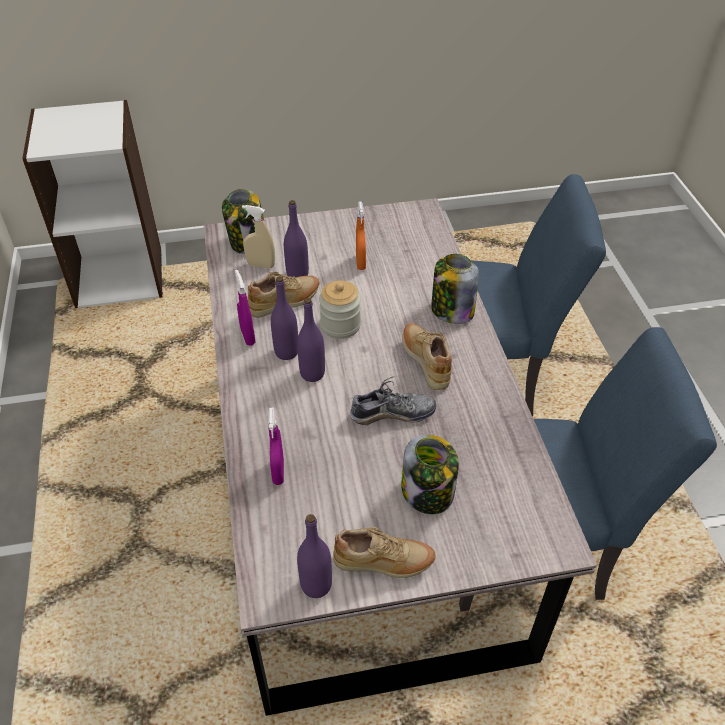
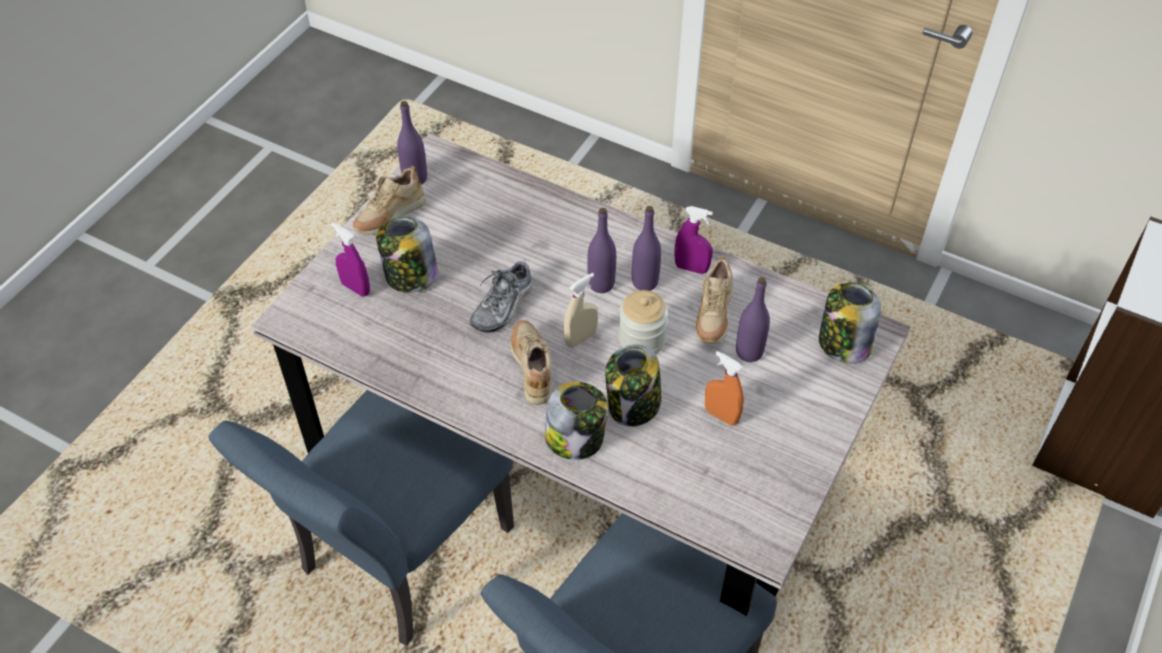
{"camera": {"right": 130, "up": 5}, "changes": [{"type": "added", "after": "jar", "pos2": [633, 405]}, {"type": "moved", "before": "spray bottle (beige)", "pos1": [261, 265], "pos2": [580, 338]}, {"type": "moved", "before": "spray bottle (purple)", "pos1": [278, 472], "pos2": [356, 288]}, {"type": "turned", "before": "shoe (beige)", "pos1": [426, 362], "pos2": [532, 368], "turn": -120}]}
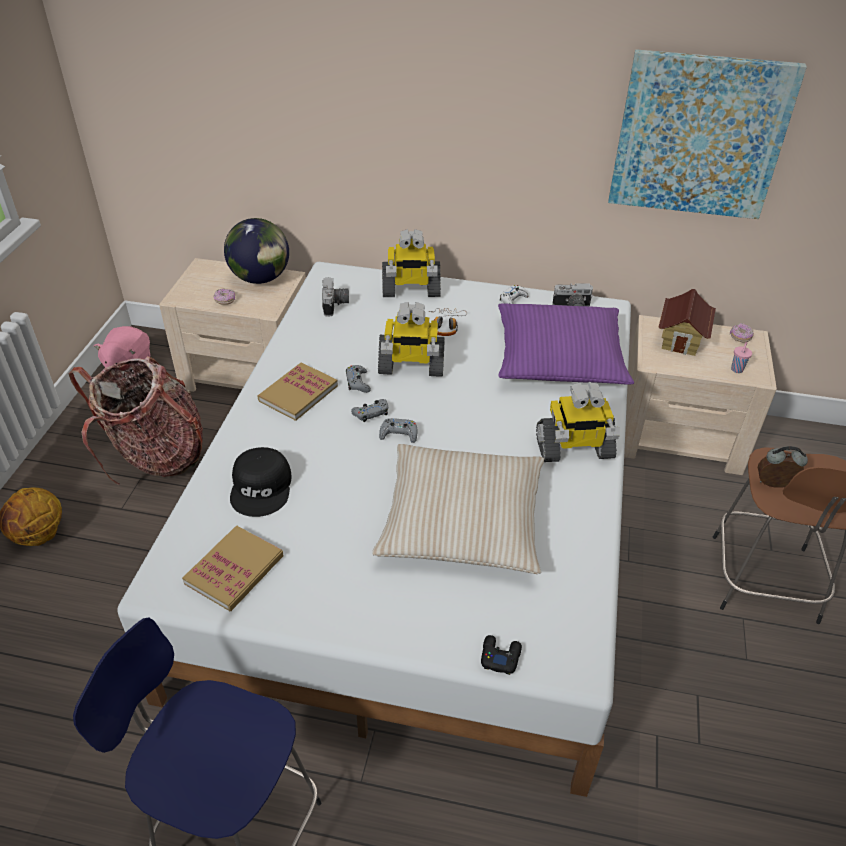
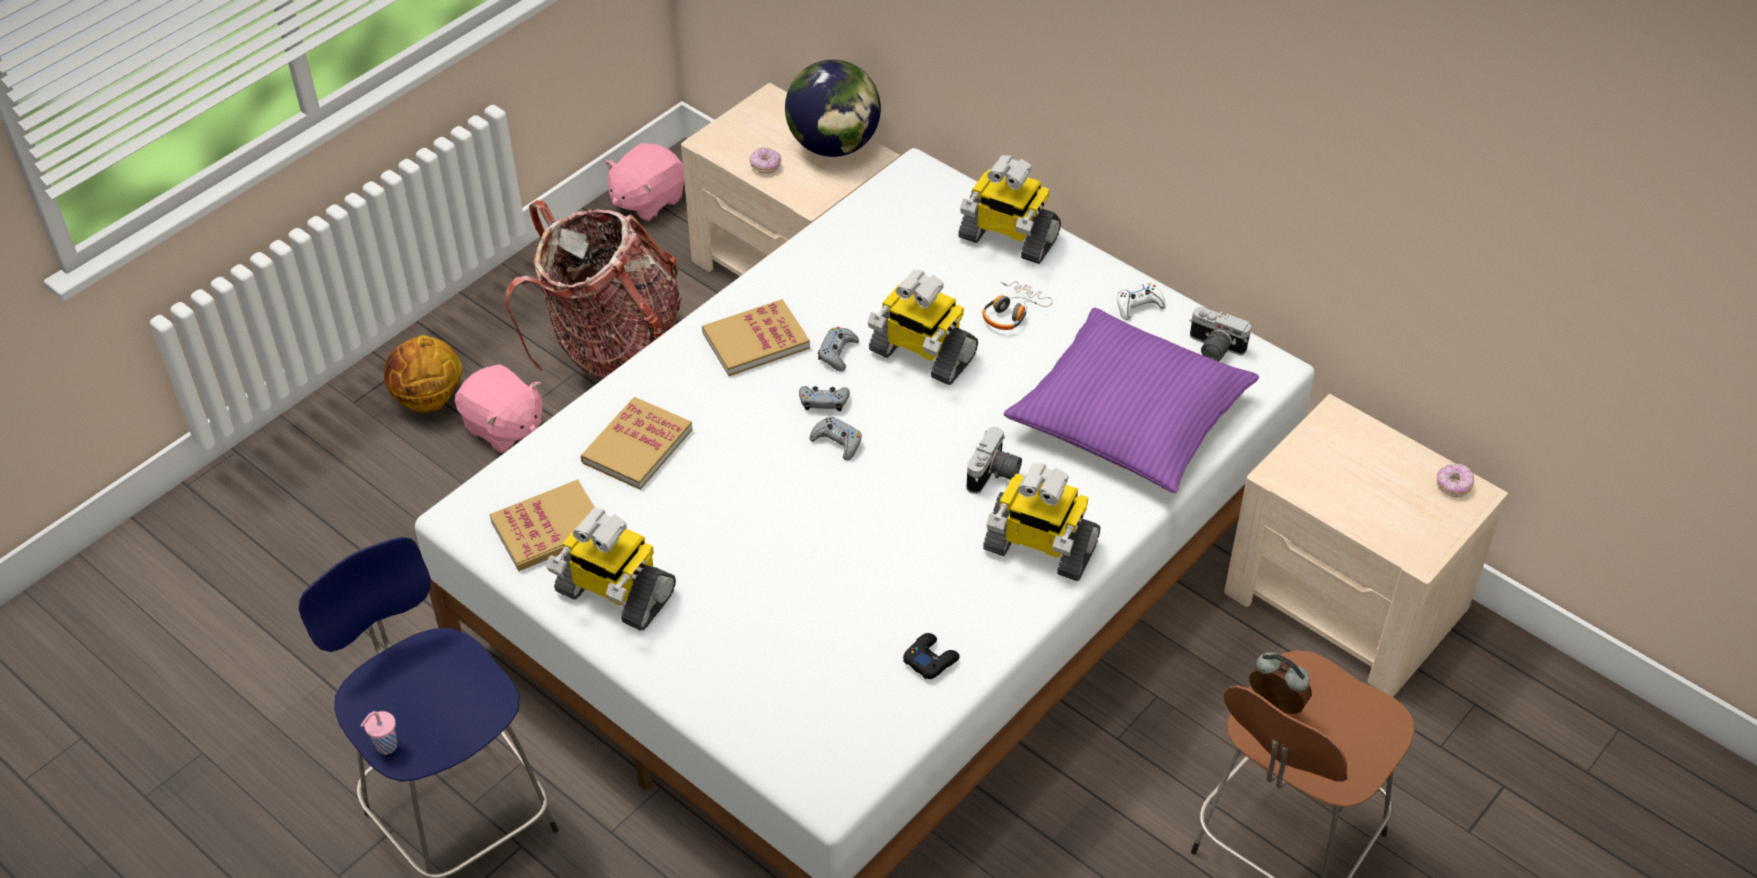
{"camera": {"right": 30, "up": 5}, "changes": [{"type": "removed", "before": "pillow (beige)", "pos1": [462, 520]}, {"type": "removed", "before": "picture", "pos1": [699, 136]}, {"type": "removed", "before": "toy house", "pos1": [681, 341]}, {"type": "added", "after": "plush toy (pink)", "pos2": [503, 427]}, {"type": "added", "after": "toy robot", "pos2": [614, 594]}, {"type": "moved", "before": "photo camera", "pos1": [336, 305], "pos2": [994, 475]}, {"type": "moved", "before": "game controller (black)", "pos1": [500, 656], "pos2": [930, 659]}, {"type": "moved", "before": "cup (pink)", "pos1": [736, 370], "pos2": [385, 747]}, {"type": "replaced", "before": "cap (black)", "after": "book", "pos1": [262, 487], "pos2": [637, 446]}]}
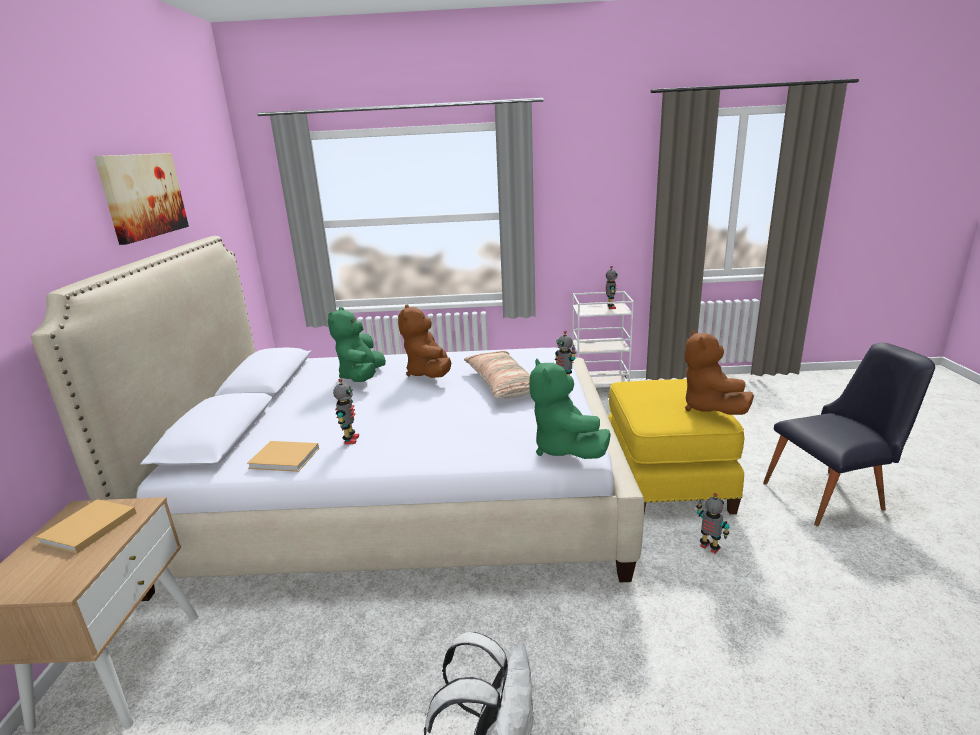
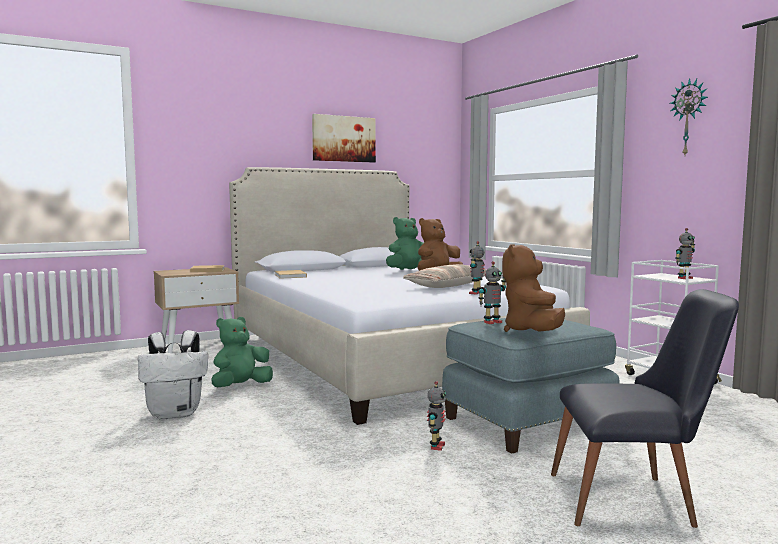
{"camera": {"right": 60, "up": -15}, "changes": [{"type": "added", "after": "wall clock", "pos2": [689, 117]}, {"type": "moved", "before": "toy robot", "pos1": [350, 440], "pos2": [492, 322]}, {"type": "moved", "before": "plush toy (green)", "pos1": [564, 449], "pos2": [240, 386]}, {"type": "recoloured", "before": "ottoman (yellow)", "after": "ottoman (blue)", "pos1": [664, 480], "pos2": [527, 421]}, {"type": "turned", "before": "plush toy (brown)", "pos1": [709, 408], "pos2": [532, 332], "turn": -45}, {"type": "turned", "before": "chair (black)", "pos1": [833, 495], "pos2": [635, 501], "turn": -45}]}
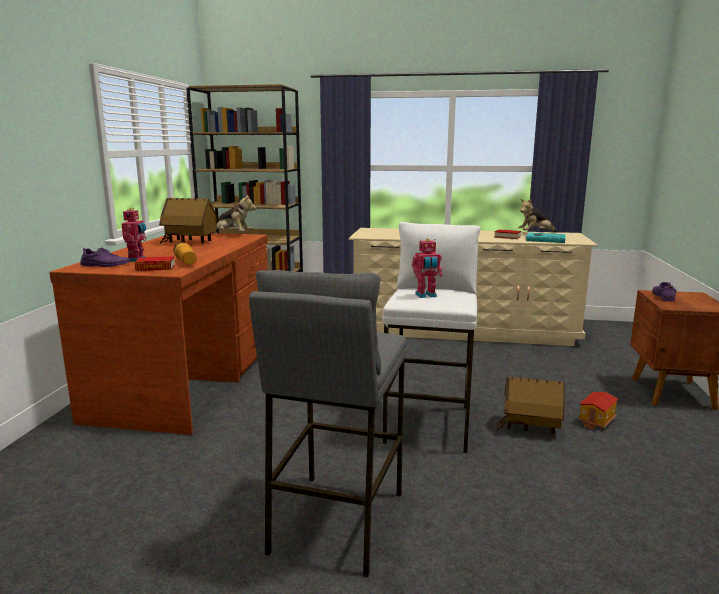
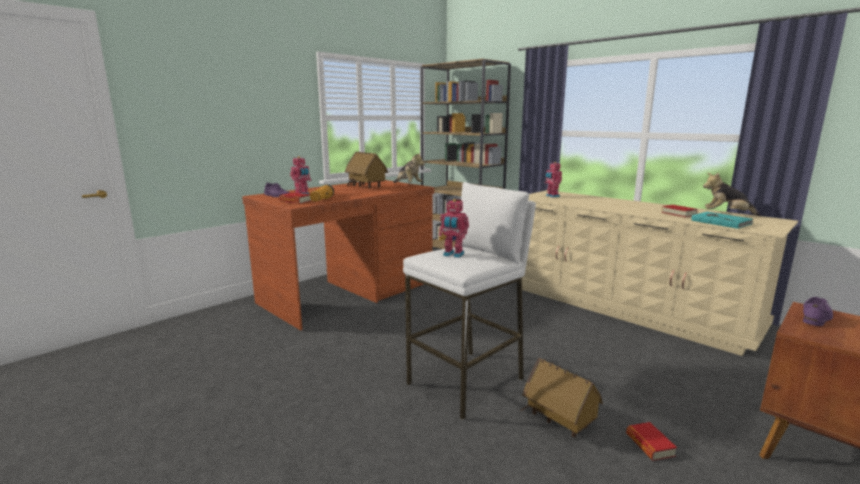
{"camera": {"right": 35, "up": 0}, "changes": [{"type": "removed", "before": "stool (grey)", "pos1": [336, 521]}, {"type": "added", "after": "toy robot", "pos2": [552, 196]}, {"type": "replaced", "before": "toy house", "after": "book", "pos1": [597, 421], "pos2": [649, 445]}]}
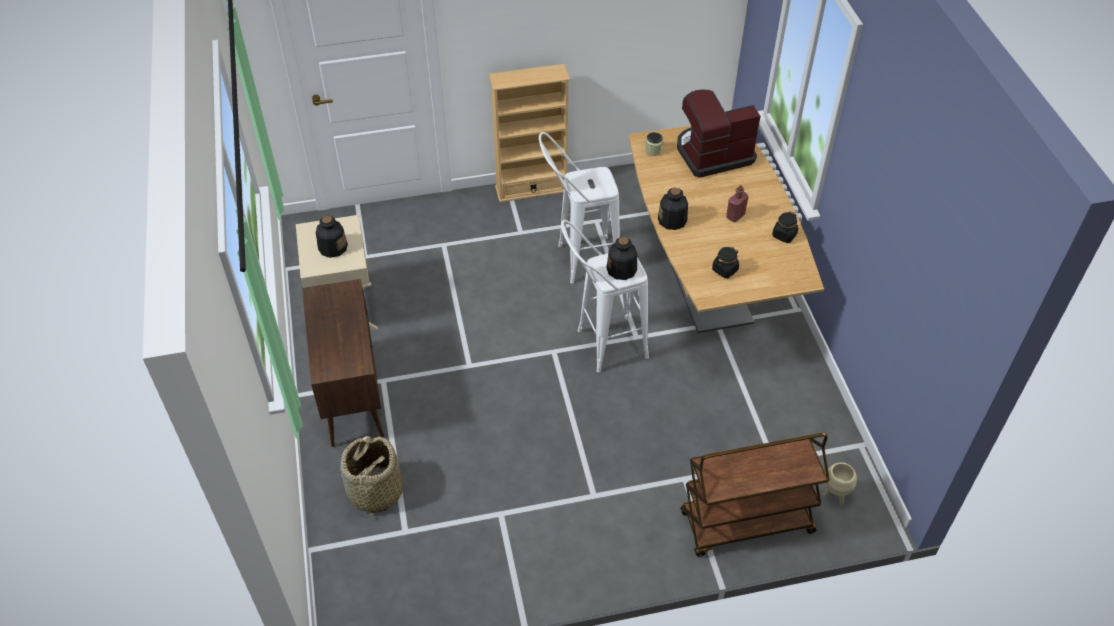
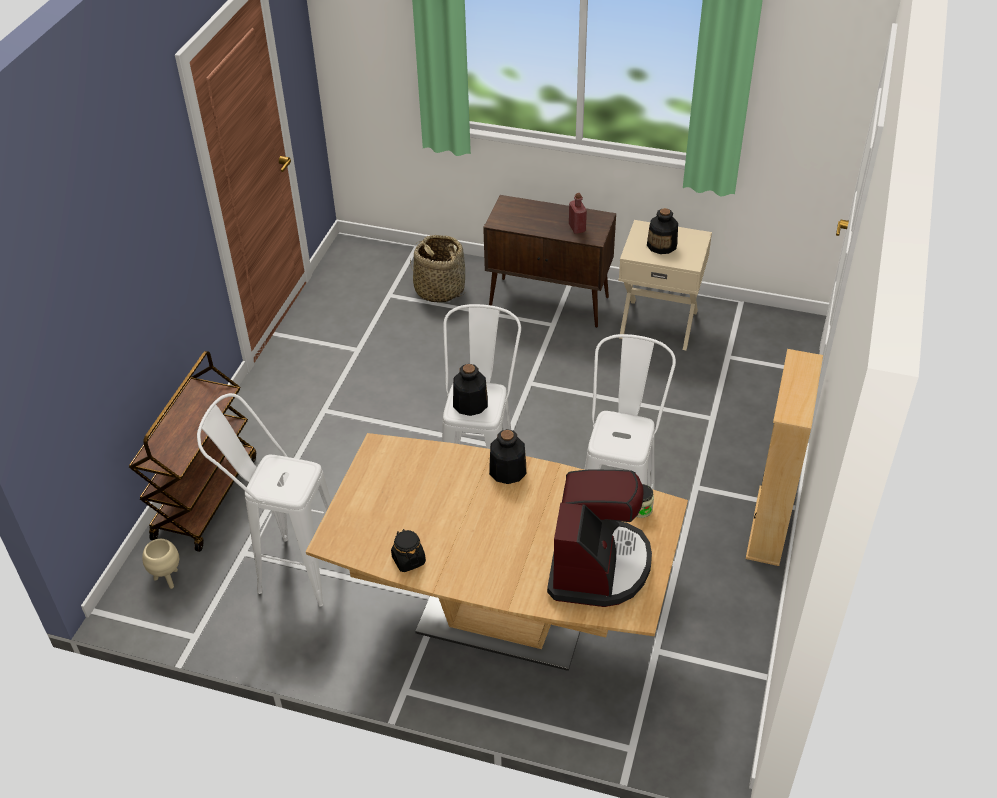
{"camera": {"right": 120, "up": -5}, "changes": [{"type": "removed", "before": "jar (black)", "pos1": [725, 270]}, {"type": "added", "after": "stool (white)", "pos2": [288, 568]}, {"type": "moved", "before": "bottle (red)", "pos1": [735, 216], "pos2": [577, 228]}]}
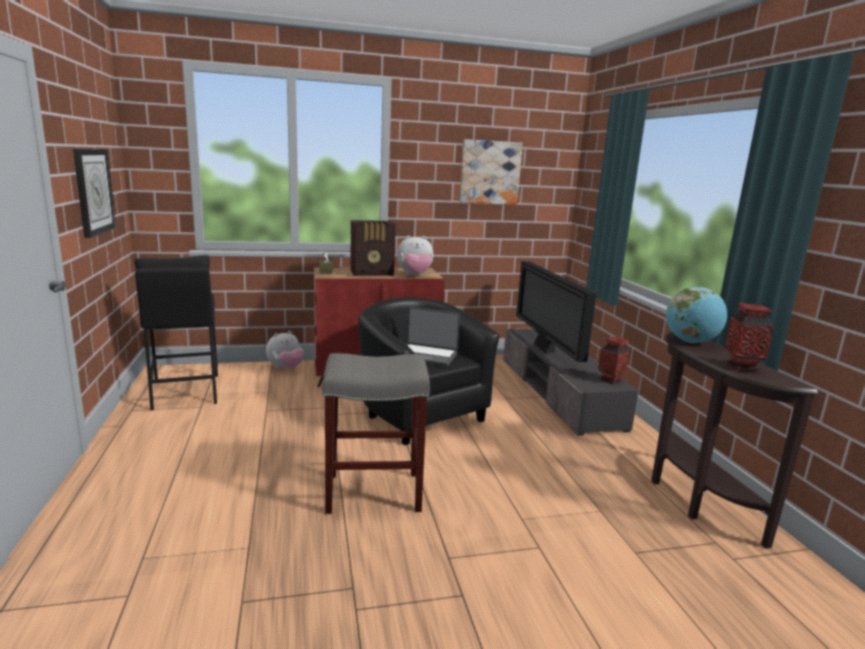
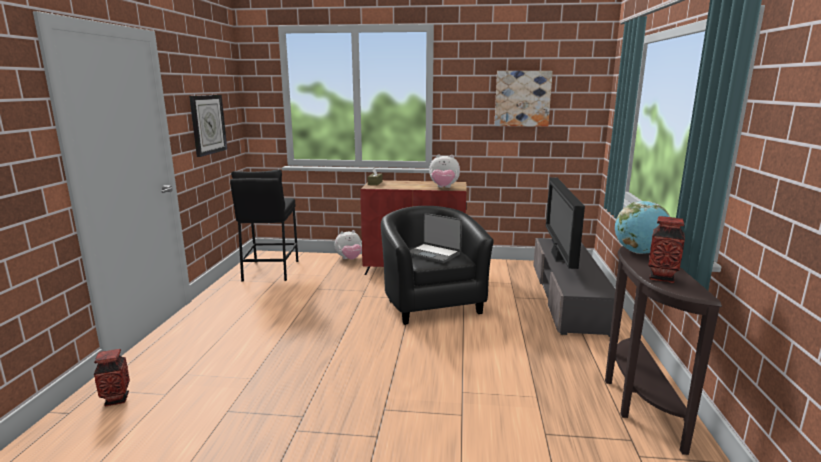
{"camera": {"right": 20, "up": 0}, "changes": [{"type": "removed", "before": "stool (grey)", "pos1": [375, 491]}, {"type": "removed", "before": "radio", "pos1": [373, 273]}, {"type": "moved", "before": "vase", "pos1": [610, 380], "pos2": [116, 399]}]}
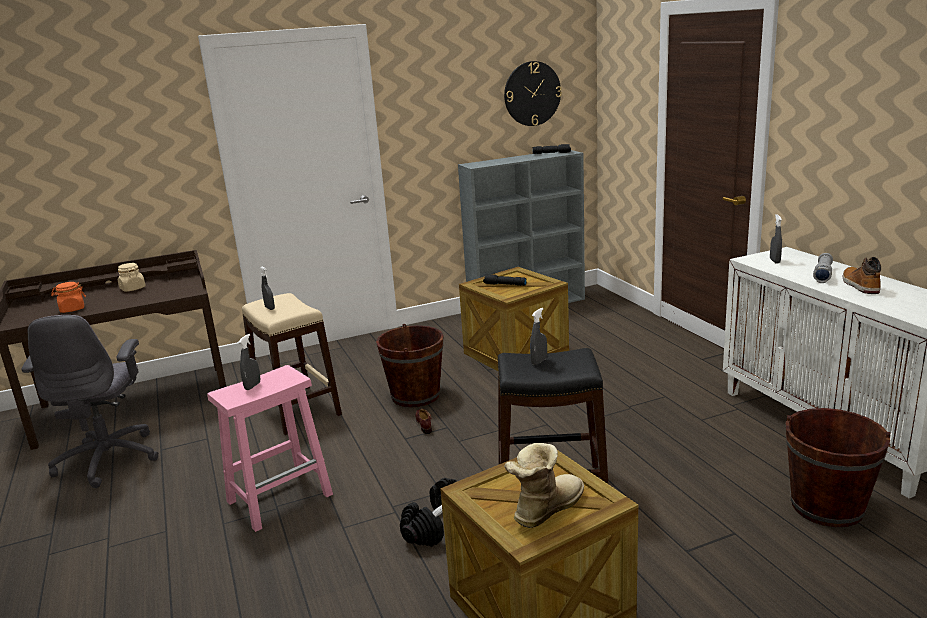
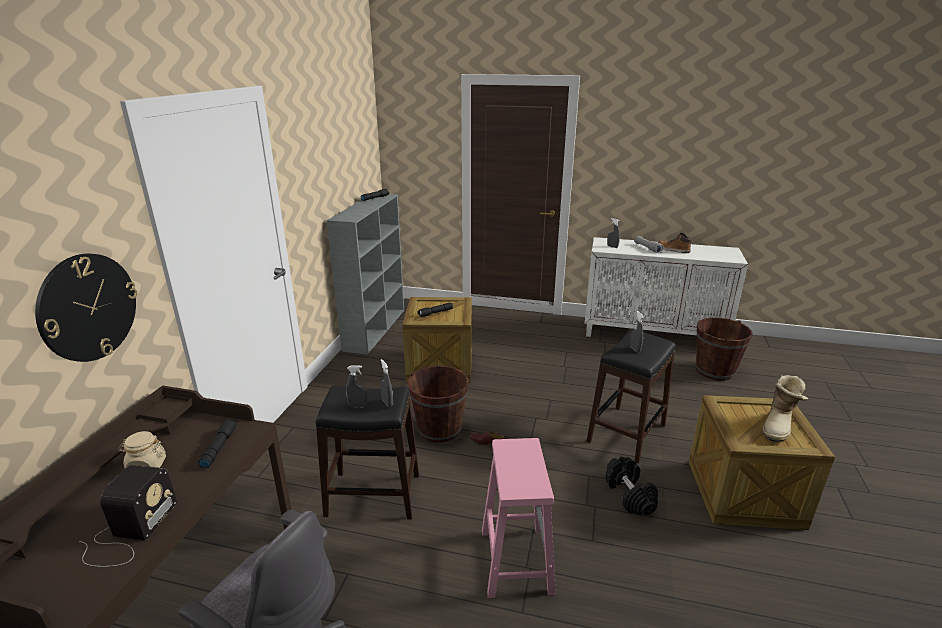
{"camera": {"right": -55, "up": 5}, "changes": [{"type": "added", "after": "flashlight (black)", "pos2": [218, 448]}, {"type": "moved", "before": "spray bottle (grey)", "pos1": [252, 386], "pos2": [387, 403]}, {"type": "moved", "before": "wall clock", "pos1": [532, 93], "pos2": [88, 307]}, {"type": "replaced", "before": "jar (orange)", "after": "radio", "pos1": [72, 309], "pos2": [129, 533]}, {"type": "recoloured", "before": "stool (beige)", "after": "stool (black)", "pos1": [297, 409], "pos2": [373, 494]}, {"type": "turned", "before": "boot", "pos1": [544, 509], "pos2": [779, 426], "turn": -135}]}
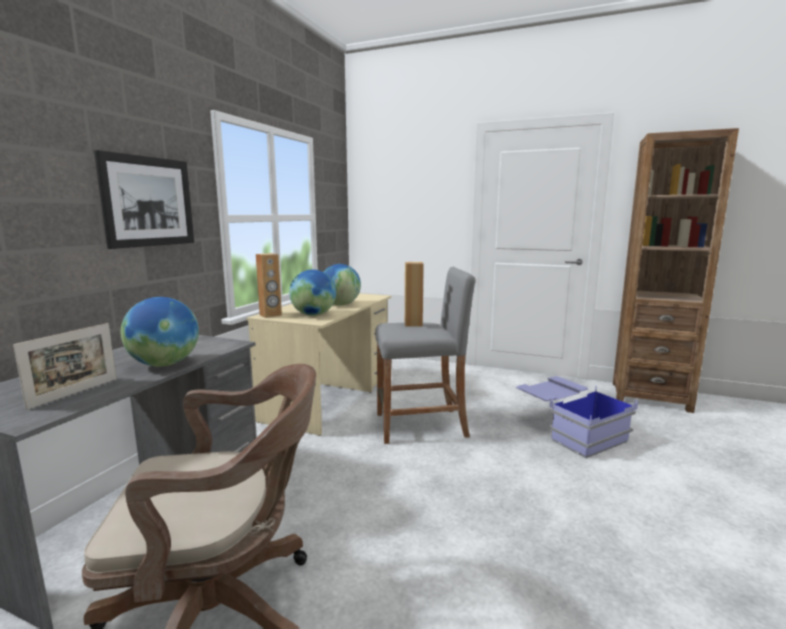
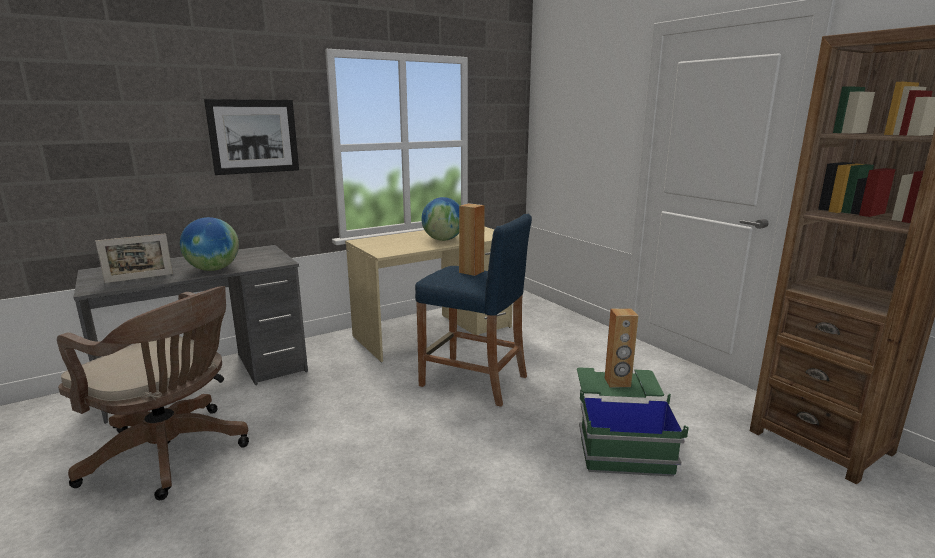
{"camera": {"right": 35, "up": 5}, "changes": [{"type": "removed", "before": "globe", "pos1": [313, 315]}, {"type": "moved", "before": "speaker (brown)", "pos1": [270, 315], "pos2": [617, 382]}, {"type": "recoloured", "before": "stool (grey)", "after": "stool (blue)", "pos1": [421, 425], "pos2": [473, 381]}, {"type": "recoloured", "before": "storage box (blue)", "after": "storage box (green)", "pos1": [569, 431], "pos2": [620, 439]}]}
